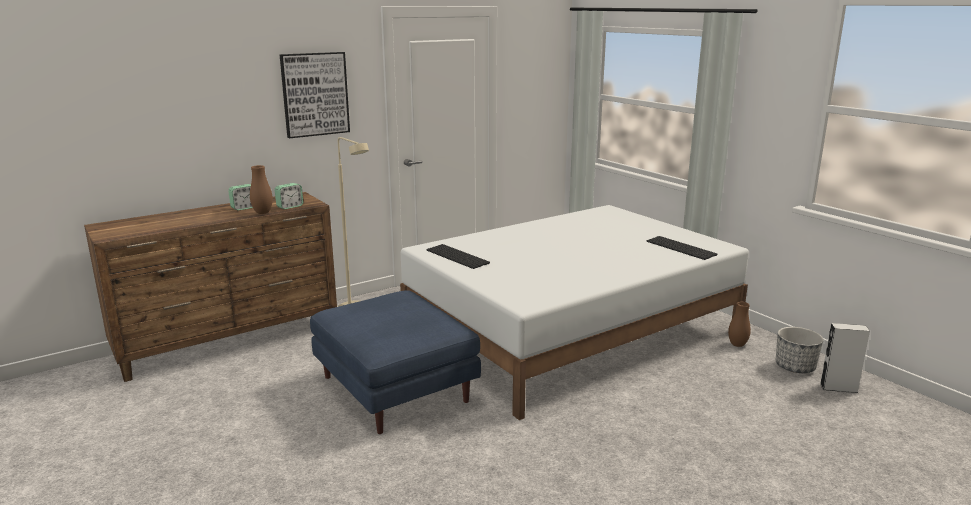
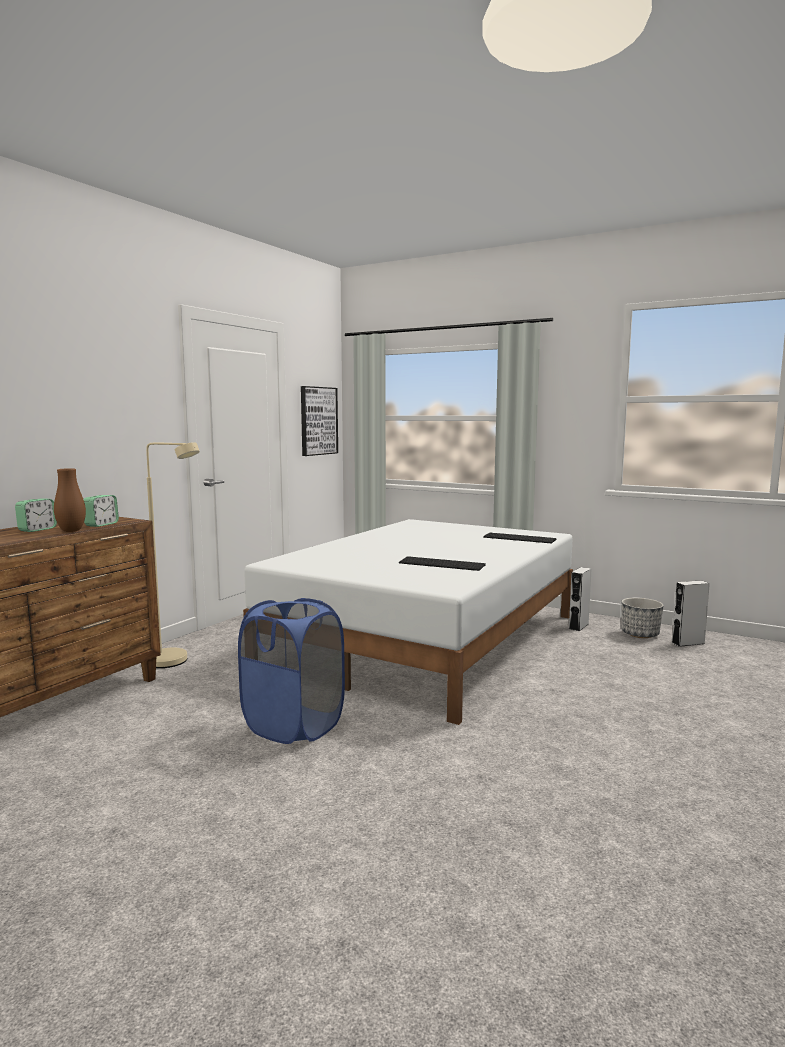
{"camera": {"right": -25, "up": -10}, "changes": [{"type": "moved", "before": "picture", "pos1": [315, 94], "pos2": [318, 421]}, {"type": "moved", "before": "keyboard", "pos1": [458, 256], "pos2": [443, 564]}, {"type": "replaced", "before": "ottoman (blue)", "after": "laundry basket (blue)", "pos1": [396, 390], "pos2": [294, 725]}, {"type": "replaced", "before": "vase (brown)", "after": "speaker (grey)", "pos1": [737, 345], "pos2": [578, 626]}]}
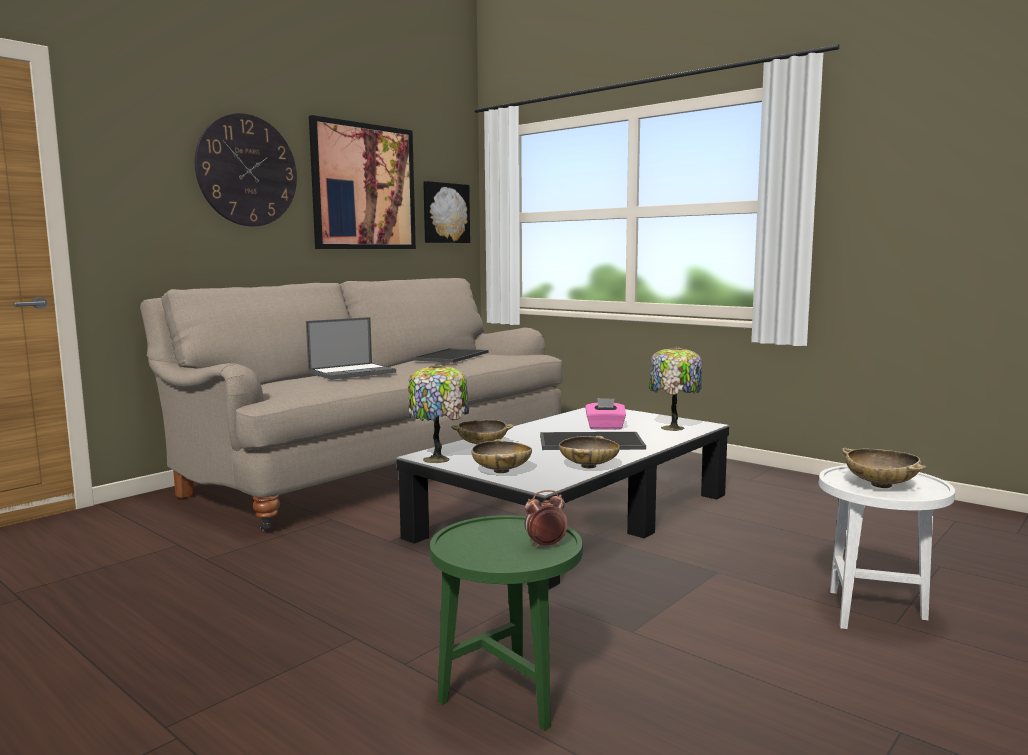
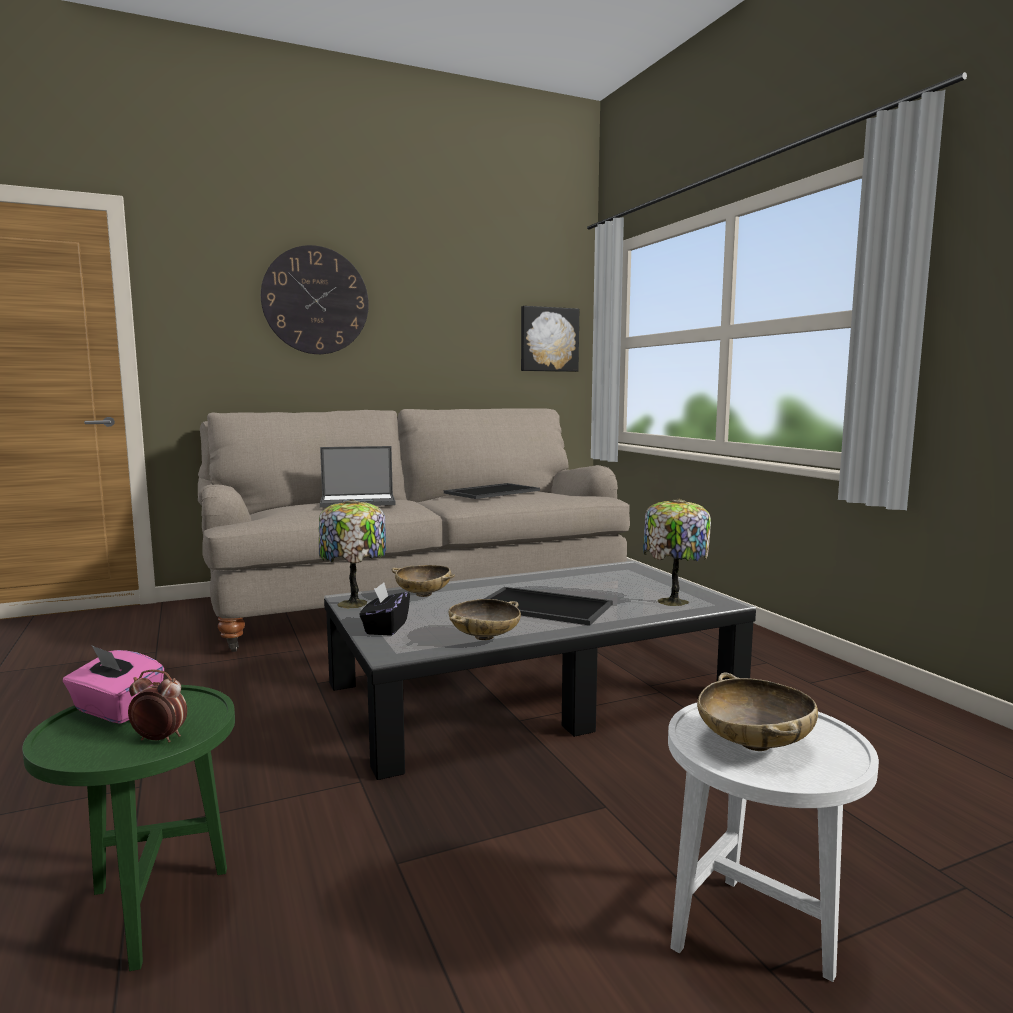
{"camera": {"right": 25, "up": 0}, "changes": [{"type": "removed", "before": "picture", "pos1": [364, 187]}, {"type": "moved", "before": "tissue box (pink)", "pos1": [605, 427], "pos2": [116, 710]}, {"type": "replaced", "before": "bowl (beige)", "after": "tissue box (black)", "pos1": [502, 471], "pos2": [385, 628]}]}
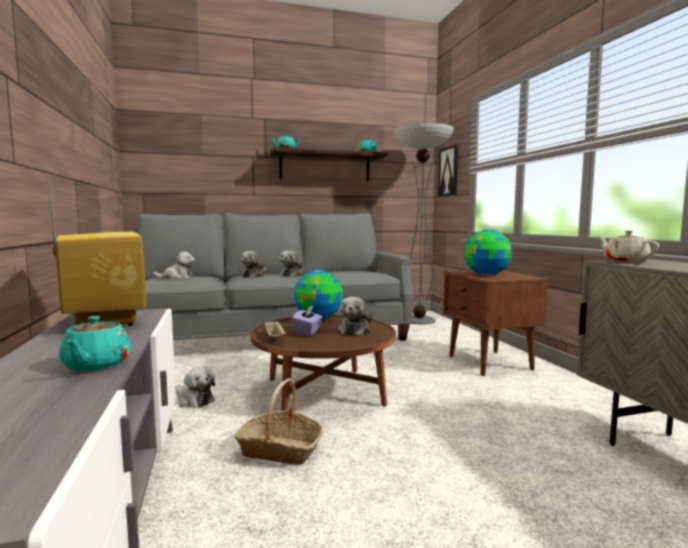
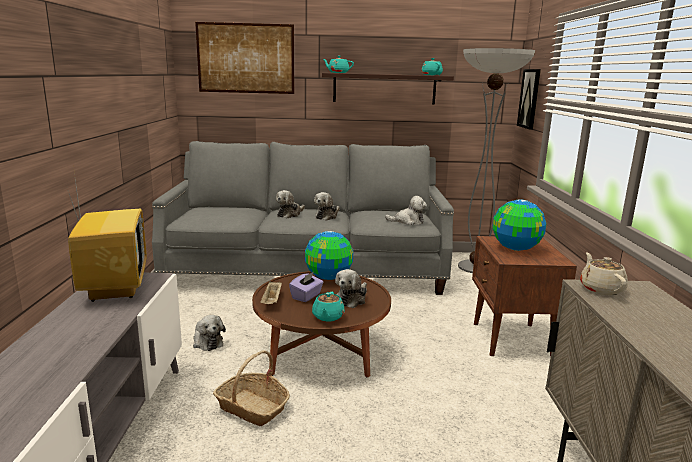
{"camera": {"right": 15, "up": 10}, "changes": [{"type": "added", "after": "picture", "pos2": [246, 58]}, {"type": "moved", "before": "teapot (turquoise)", "pos1": [96, 365], "pos2": [328, 317]}, {"type": "moved", "before": "plush toy", "pos1": [177, 277], "pos2": [408, 221]}]}
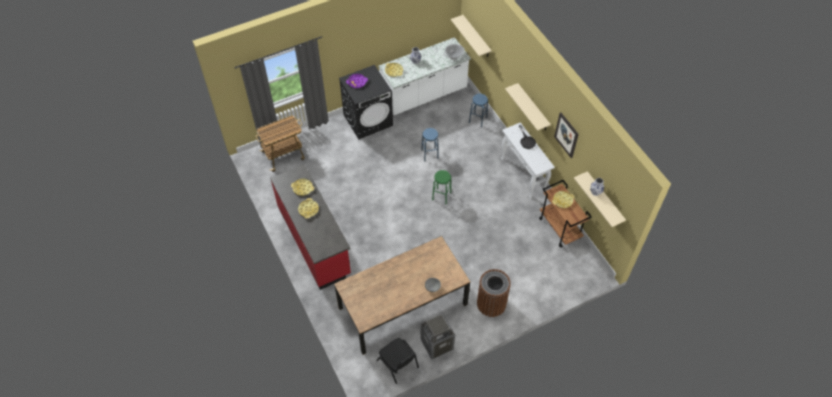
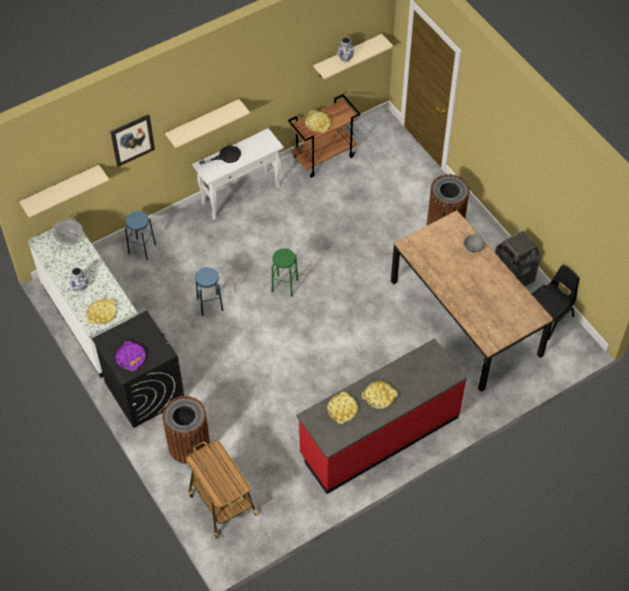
{"camera": {"right": -95, "up": 0}, "changes": [{"type": "added", "after": "trash can (brown)", "pos2": [189, 445]}, {"type": "moved", "before": "picture", "pos1": [566, 135], "pos2": [132, 140]}]}
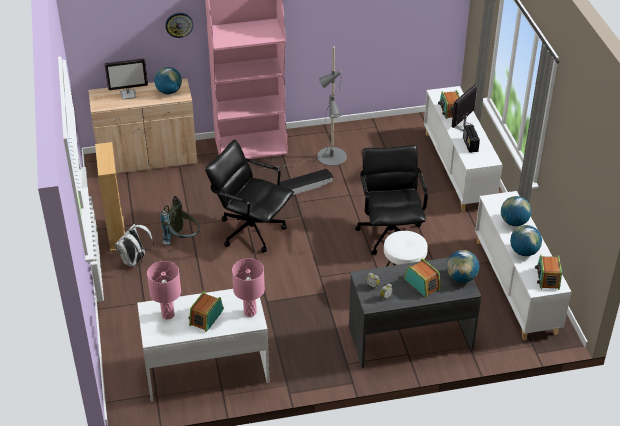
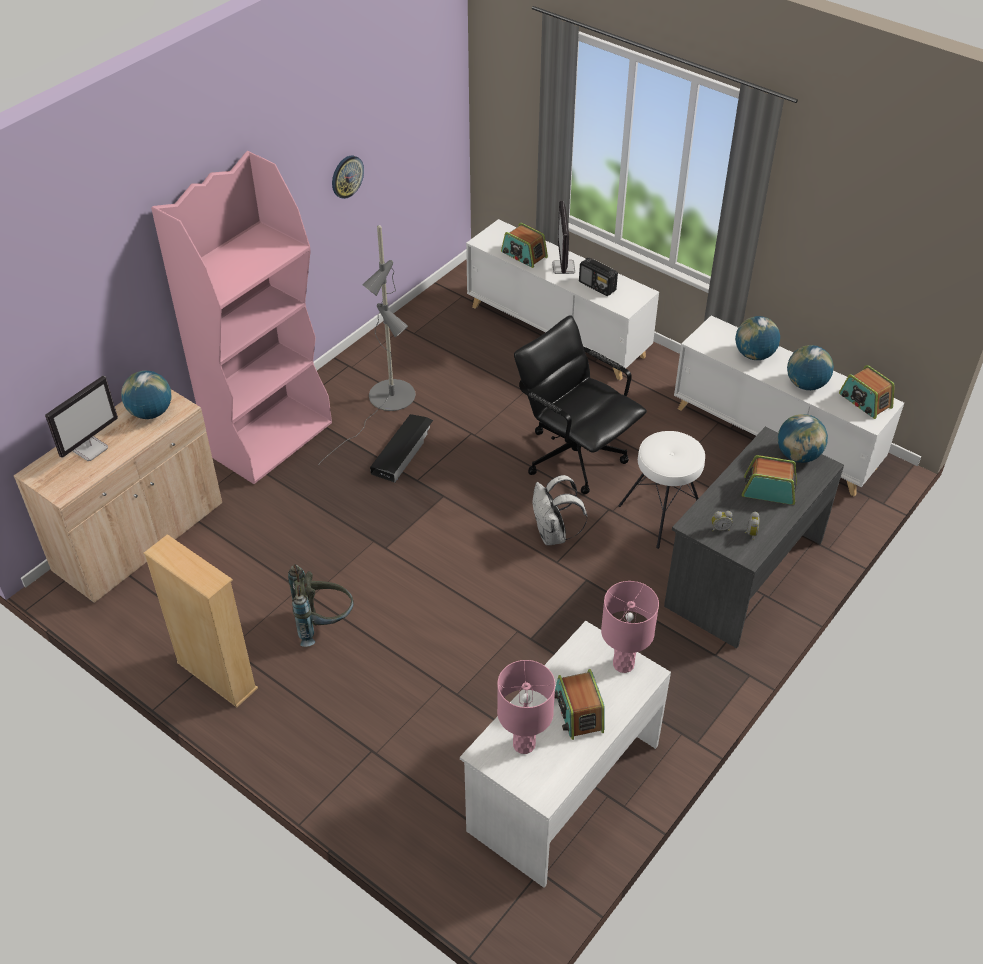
{"camera": {"right": -40, "up": 5}, "changes": [{"type": "removed", "before": "office chair (black)", "pos1": [251, 230]}, {"type": "moved", "before": "backpack (white)", "pos1": [135, 261], "pos2": [553, 535]}, {"type": "moved", "before": "wall clock", "pos1": [179, 24], "pos2": [347, 176]}]}
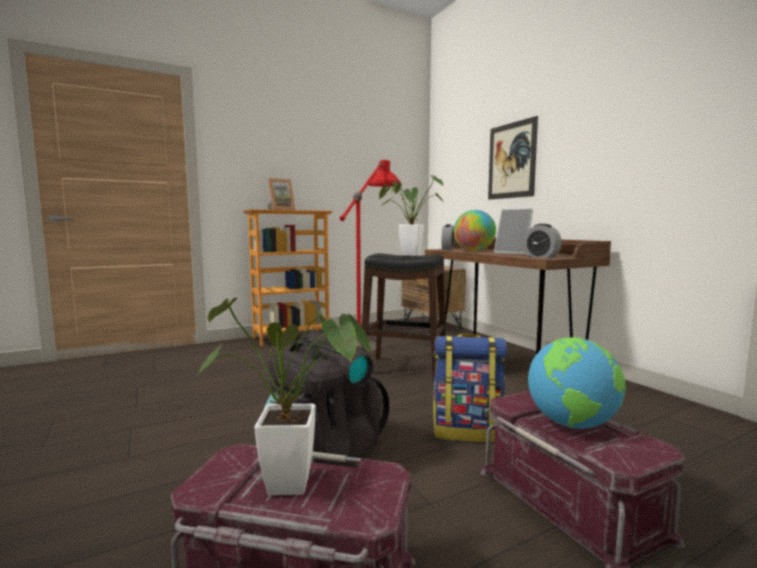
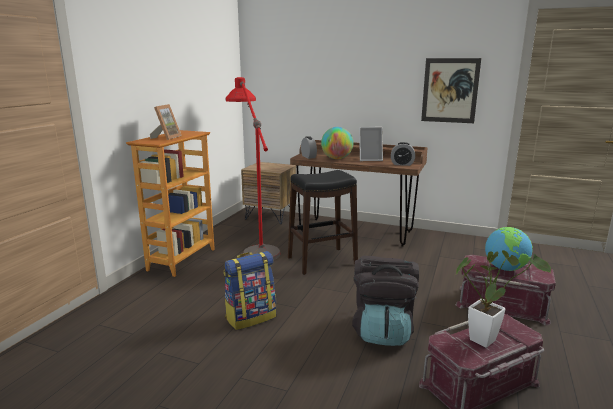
{"camera": {"right": -40, "up": 10}, "changes": [{"type": "removed", "before": "potted plant", "pos1": [406, 255]}, {"type": "moved", "before": "backpack", "pos1": [467, 431], "pos2": [251, 317]}, {"type": "moved", "before": "picture", "pos1": [511, 160], "pos2": [450, 90]}]}
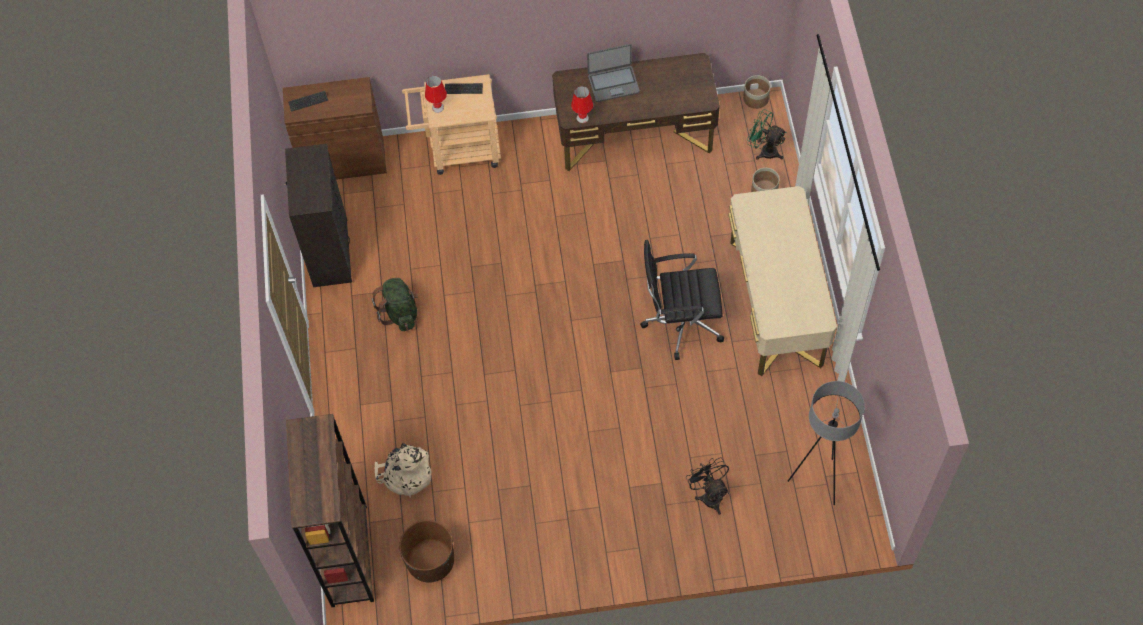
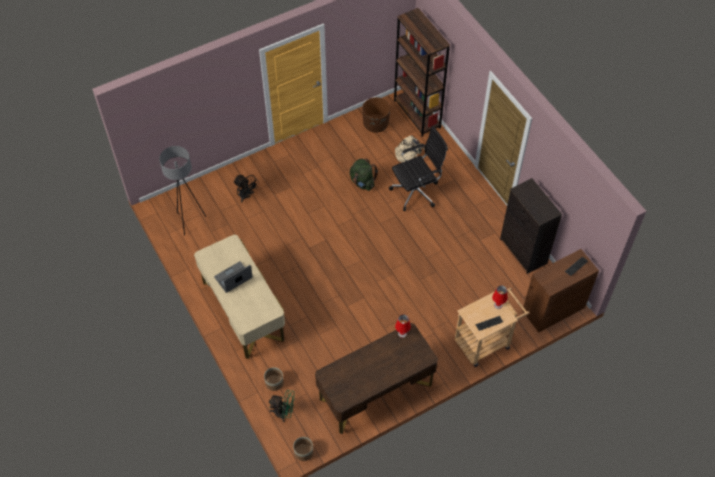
{"camera": {"right": 155, "up": -5}, "changes": [{"type": "moved", "before": "backpack (green)", "pos1": [400, 313], "pos2": [362, 182]}, {"type": "moved", "before": "laptop", "pos1": [613, 83], "pos2": [233, 278]}, {"type": "moved", "before": "office chair (black)", "pos1": [680, 322], "pos2": [416, 191]}]}
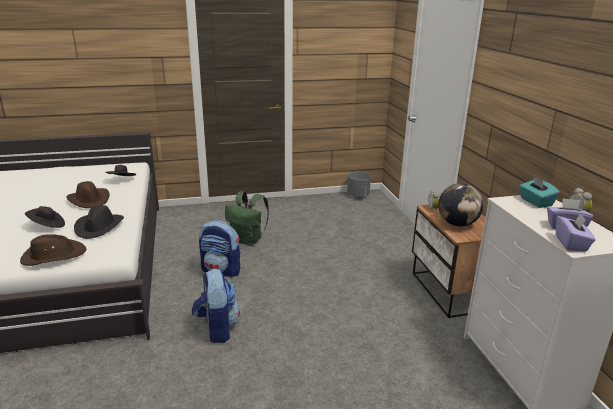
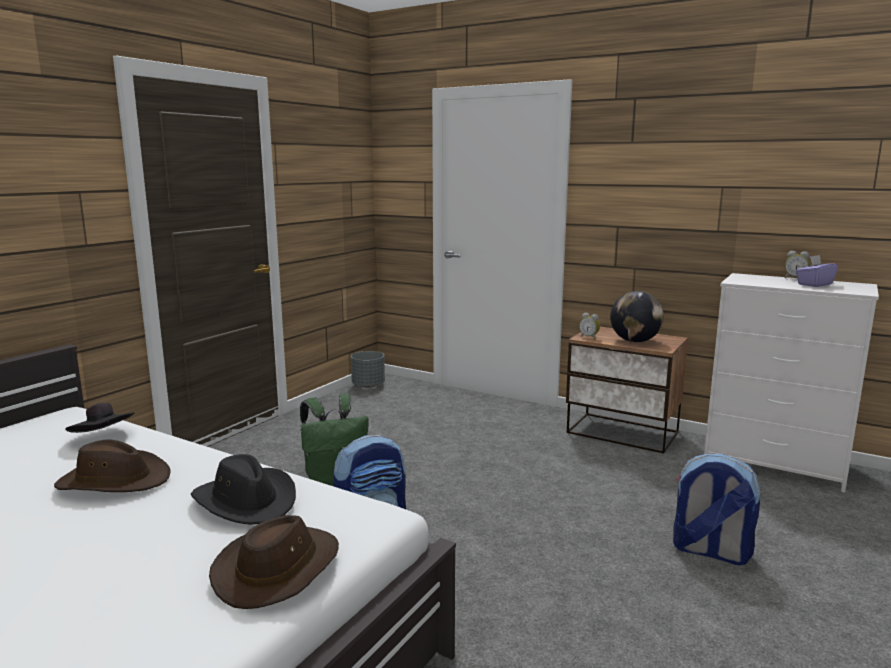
{"camera": {"right": -45, "up": -10}, "changes": [{"type": "removed", "before": "hat (black)", "pos1": [47, 226]}, {"type": "removed", "before": "tissue box (turquoise)", "pos1": [535, 202]}, {"type": "removed", "before": "tissue box (purple)", "pos1": [571, 243]}, {"type": "moved", "before": "backpack", "pos1": [217, 329], "pos2": [709, 551]}]}
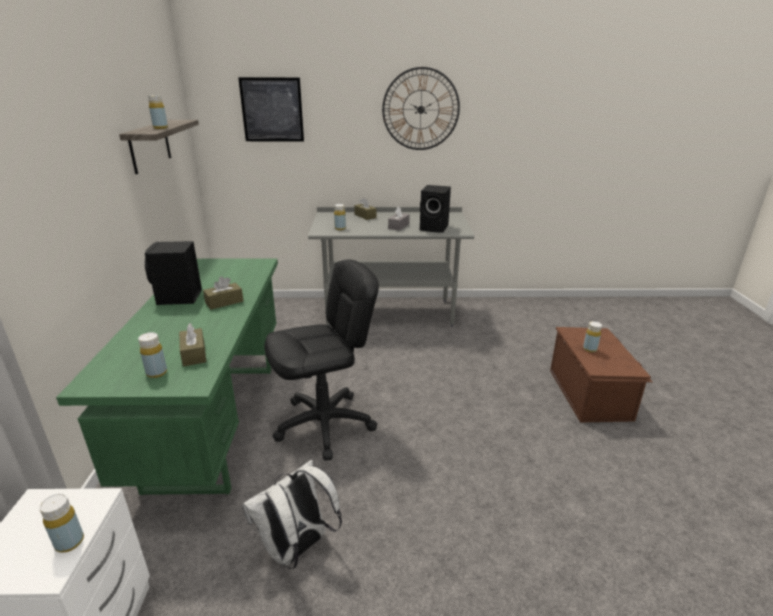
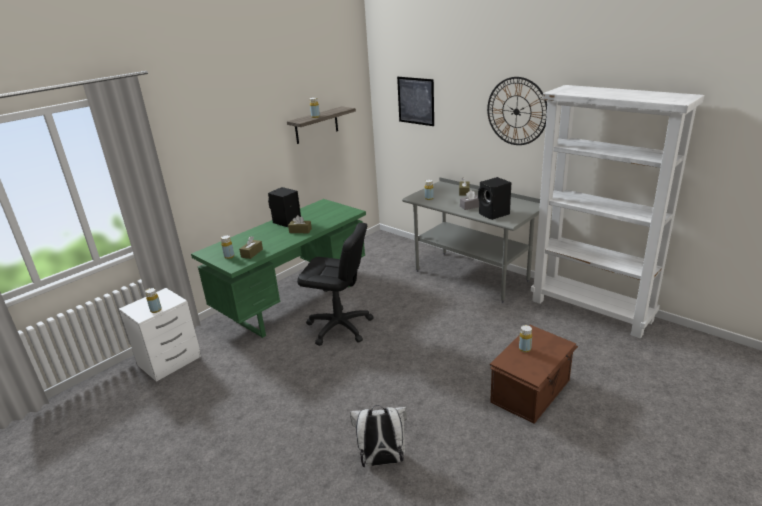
{"camera": {"right": 45, "up": 0}, "changes": [{"type": "added", "after": "bookcase (white)", "pos2": [592, 310]}, {"type": "moved", "before": "backpack (white)", "pos1": [297, 549], "pos2": [382, 460]}]}
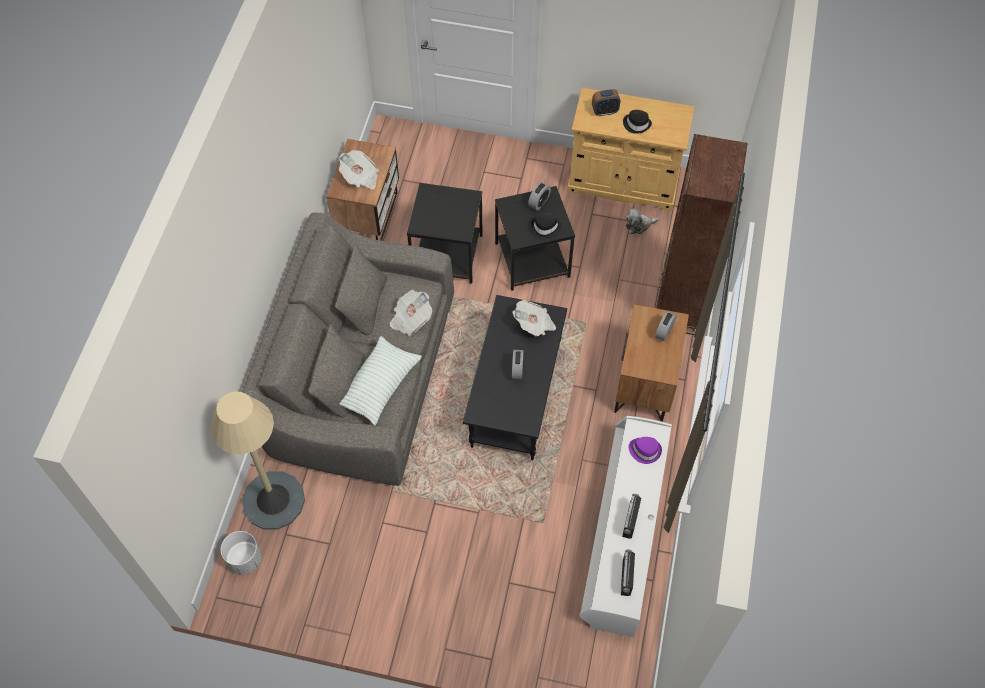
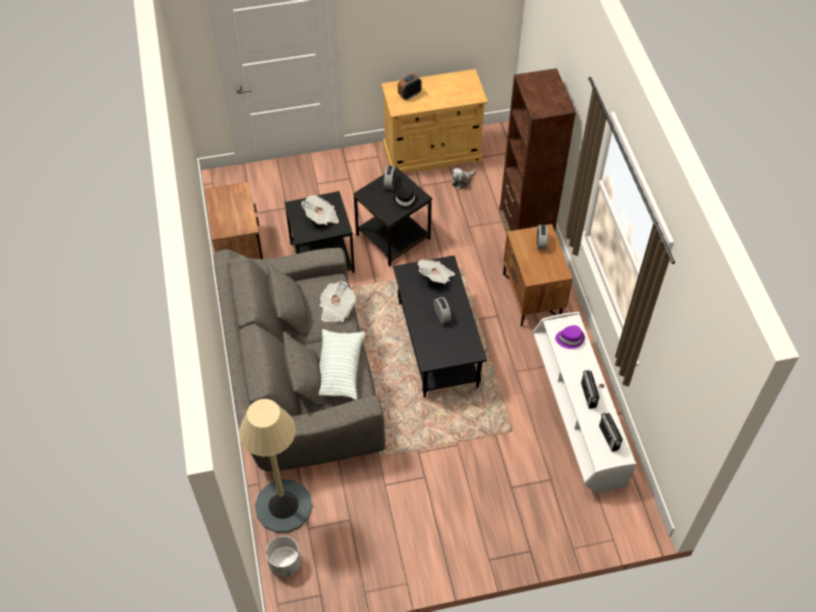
{"camera": {"right": -25, "up": -5}, "changes": [{"type": "removed", "before": "hat (black)", "pos1": [637, 124]}, {"type": "moved", "before": "newspaper", "pos1": [360, 177], "pos2": [321, 217]}]}
